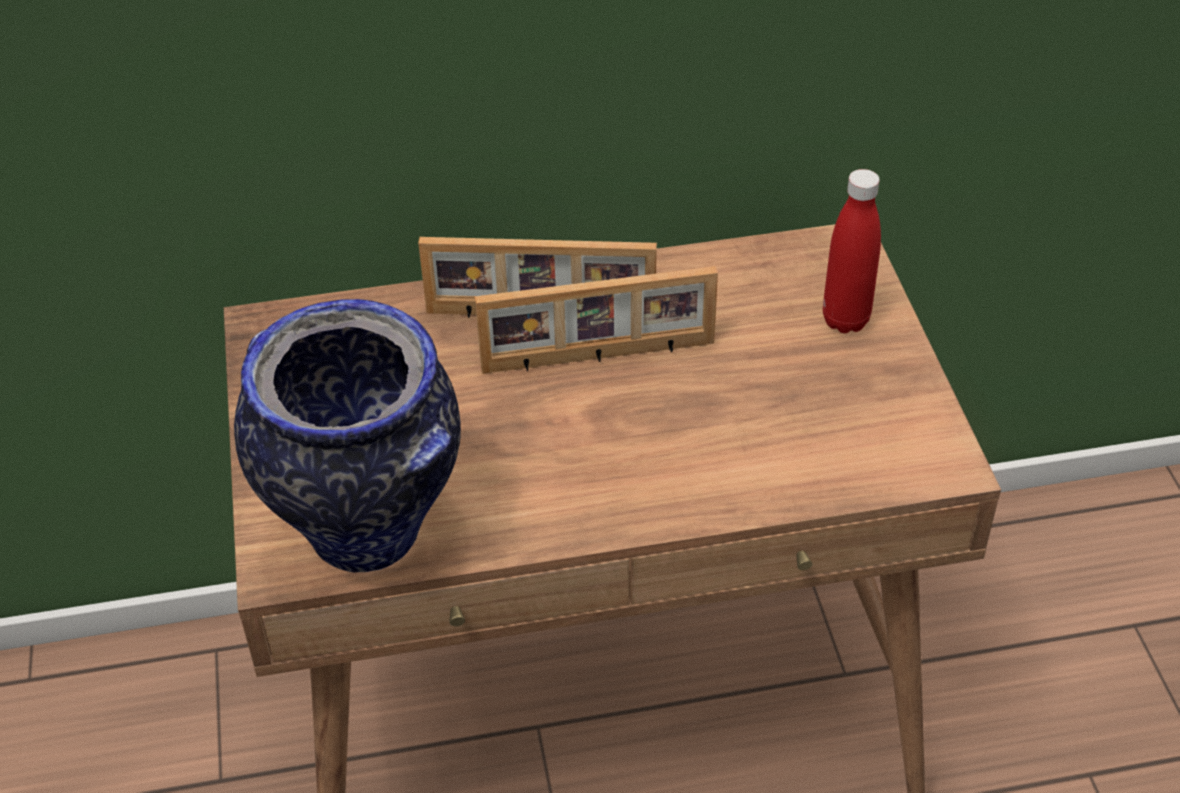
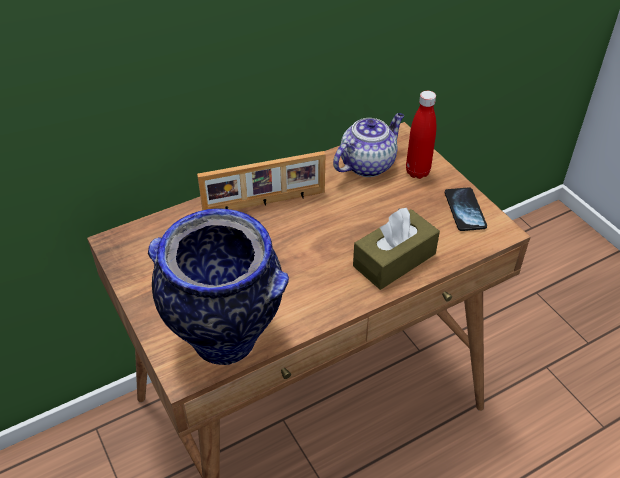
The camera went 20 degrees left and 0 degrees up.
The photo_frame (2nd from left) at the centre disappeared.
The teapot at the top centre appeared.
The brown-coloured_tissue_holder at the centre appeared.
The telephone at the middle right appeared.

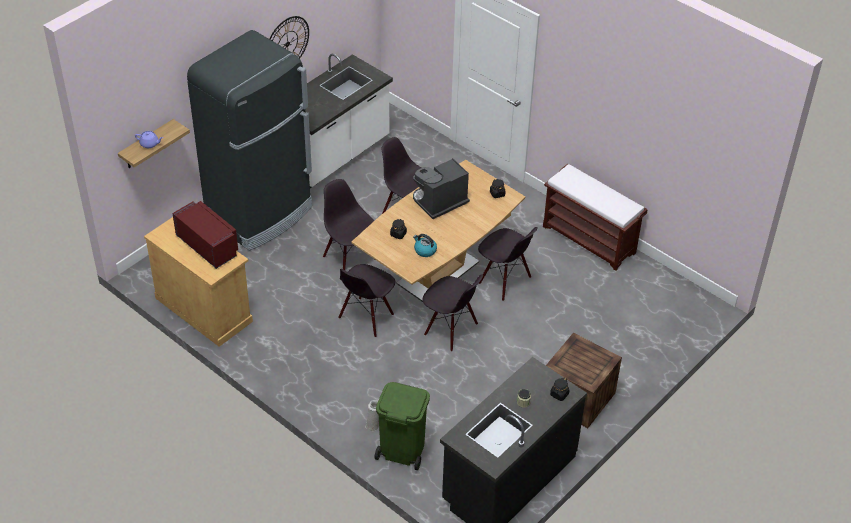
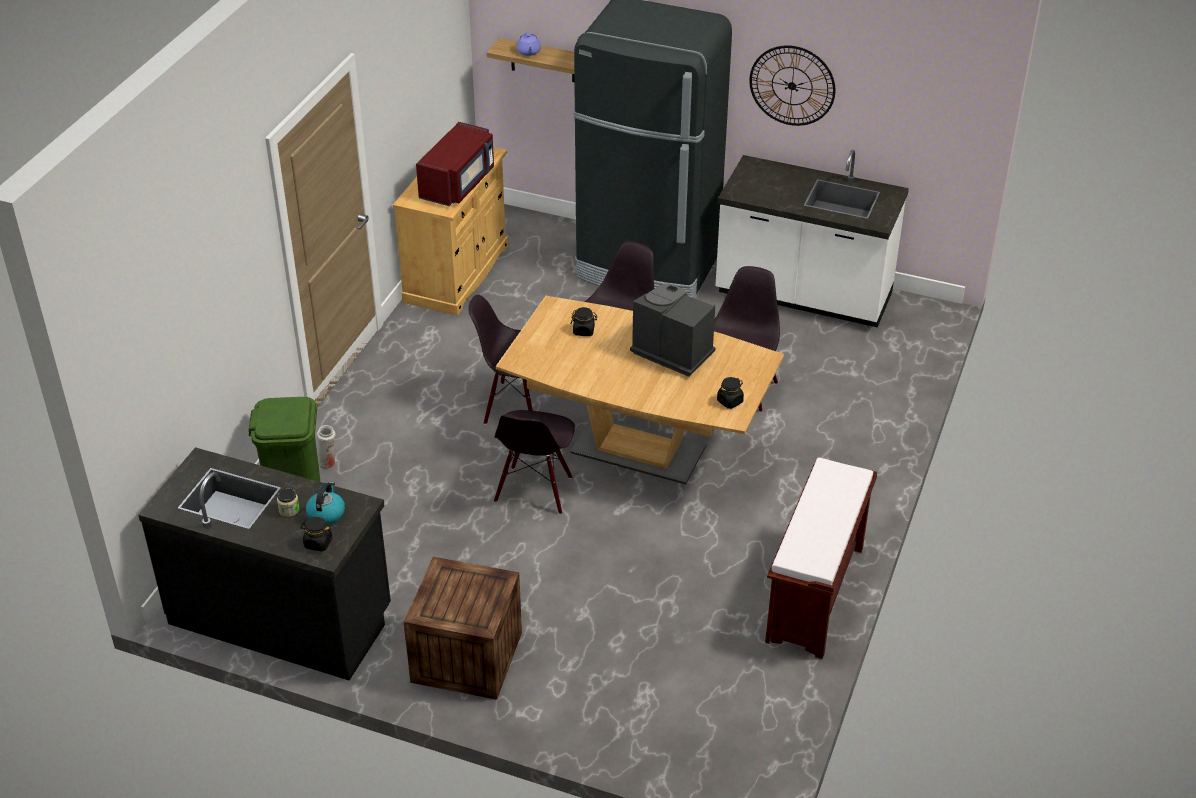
The camera went 70 degrees right and 5 degrees down.
The kettle moved from the centre to the middle left.
The blackish_chair (5th from left) at the centre disappeared.

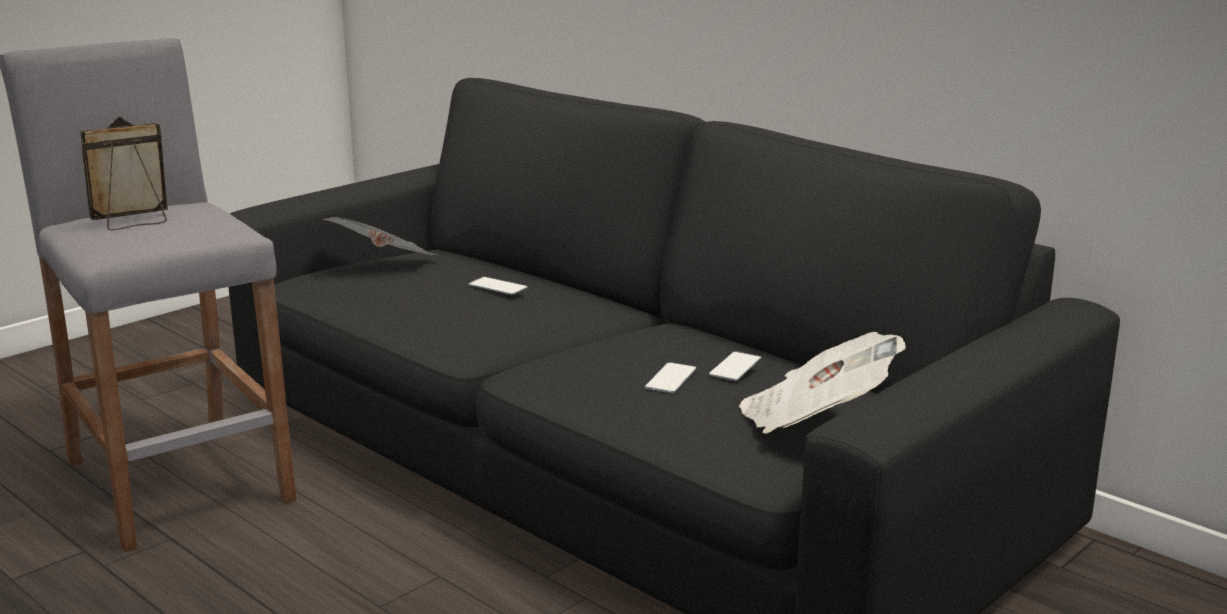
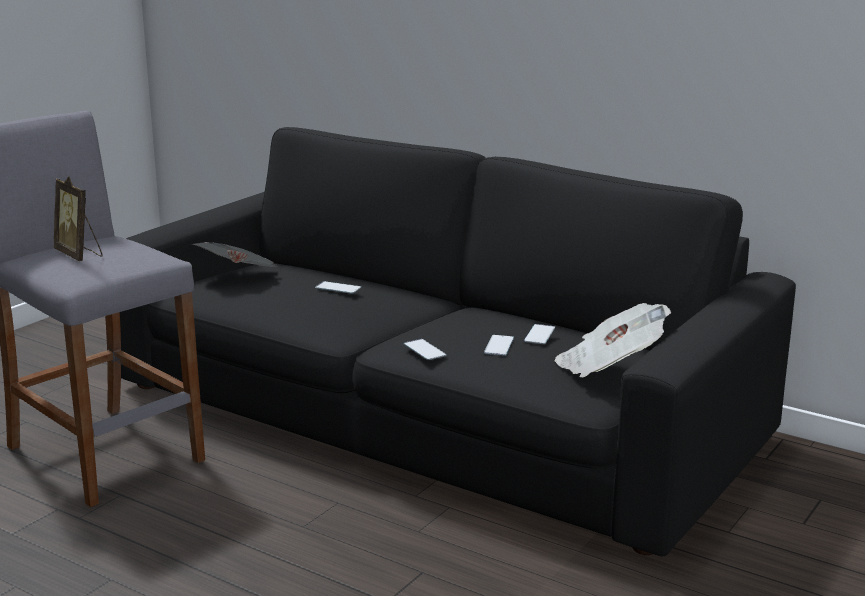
The camera went 10 degrees left and 0 degrees up.
The photo_frame at the top left turned 90 degrees counterclockwise.
The telephone (2nd from left) at the centre appeared.

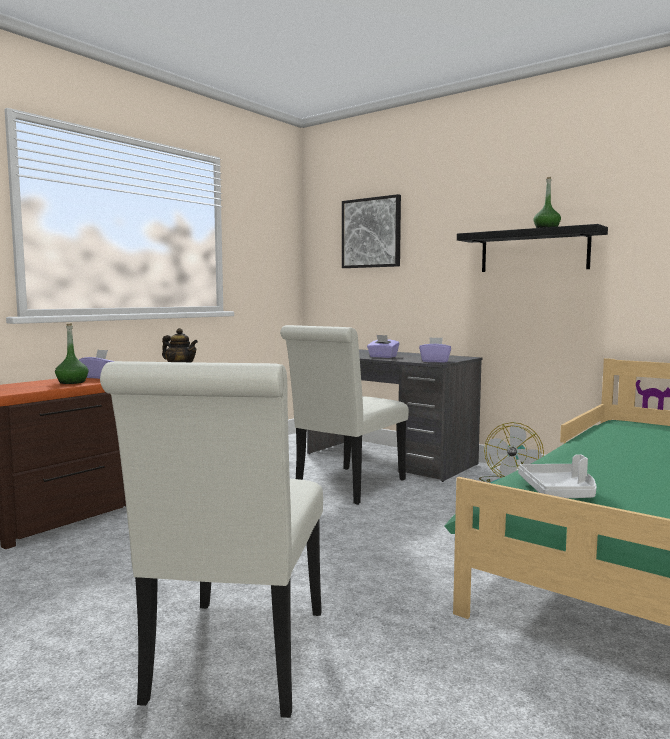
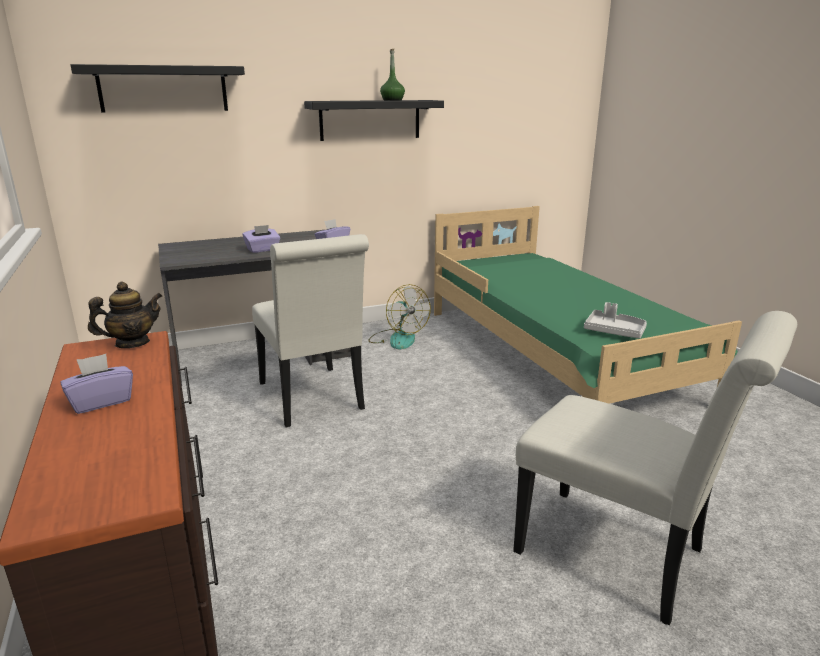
The camera went 60 degrees left and 15 degrees up.
The green-coloured_beverage_bottle (1st from left) at the middle left disappeared.
The wall_art at the top centre was replaced by the blackish_bracket_shelf (1st from left) at the top left.

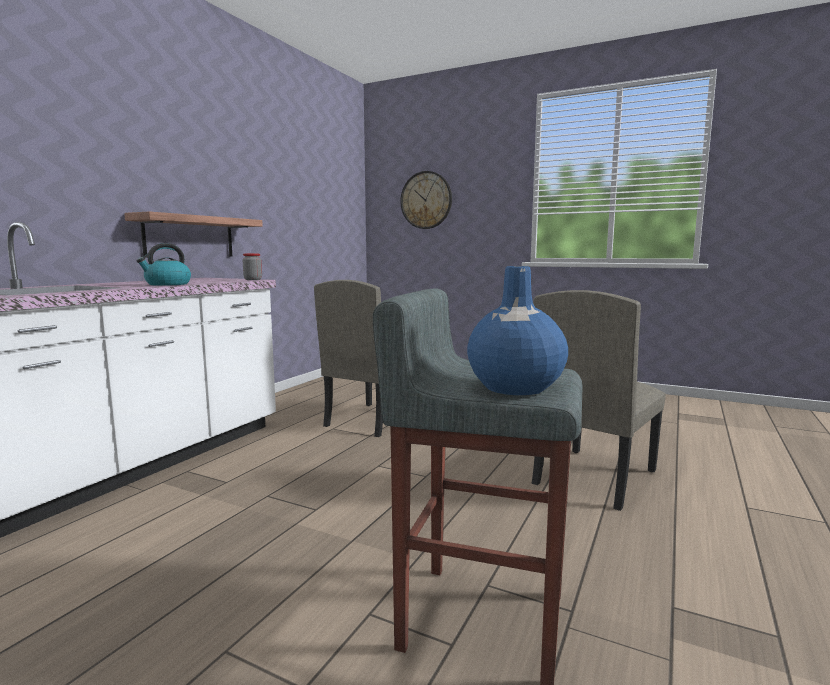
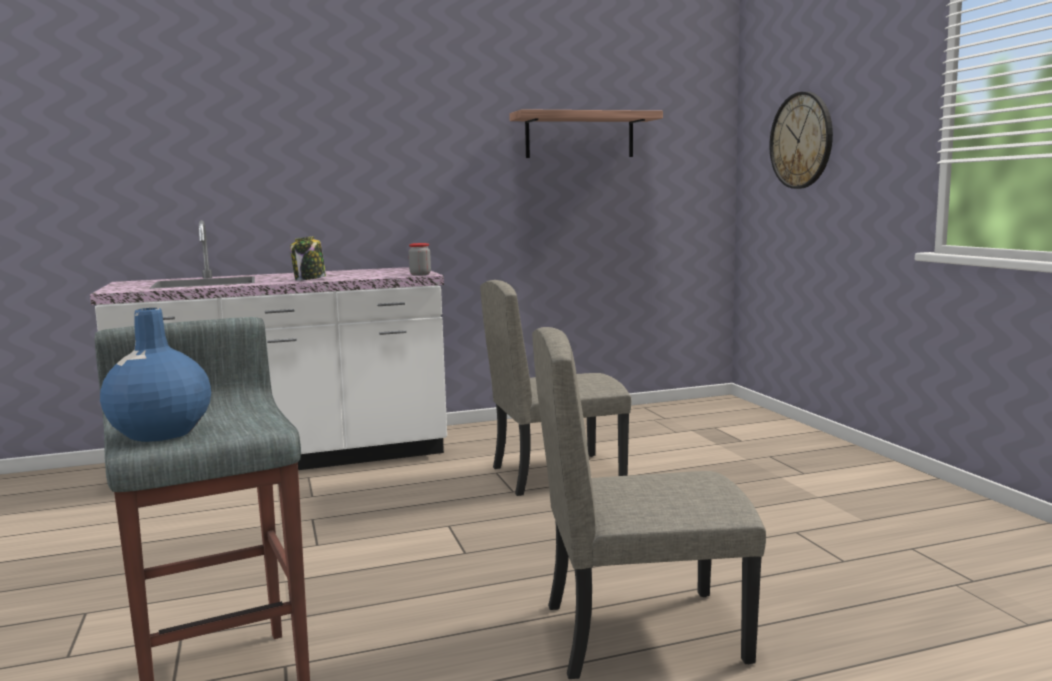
The camera went 45 degrees right and 0 degrees up.
The bracket_shelf moved from the middle left to the top centre.
The kettle at the middle left was replaced by the jar (1st from left) at the middle left.

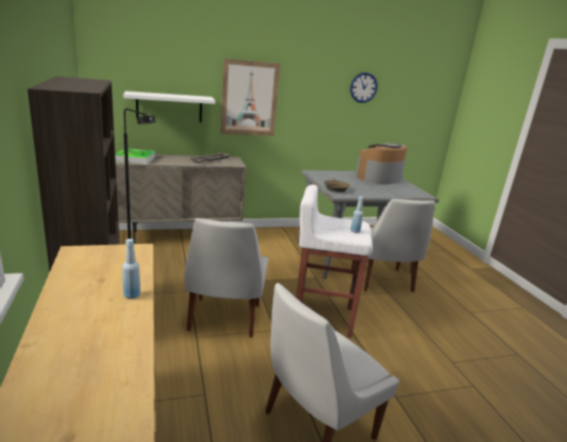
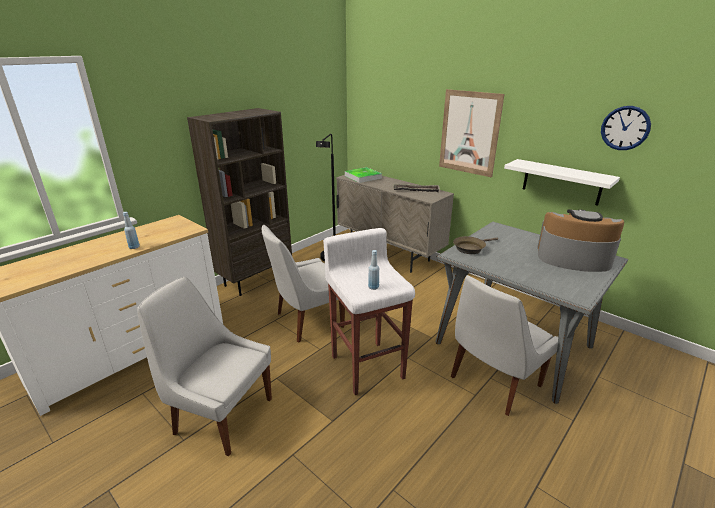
The camera went 60 degrees right and 5 degrees up.
The white_bracket_shelf moved from the top left to the middle right.

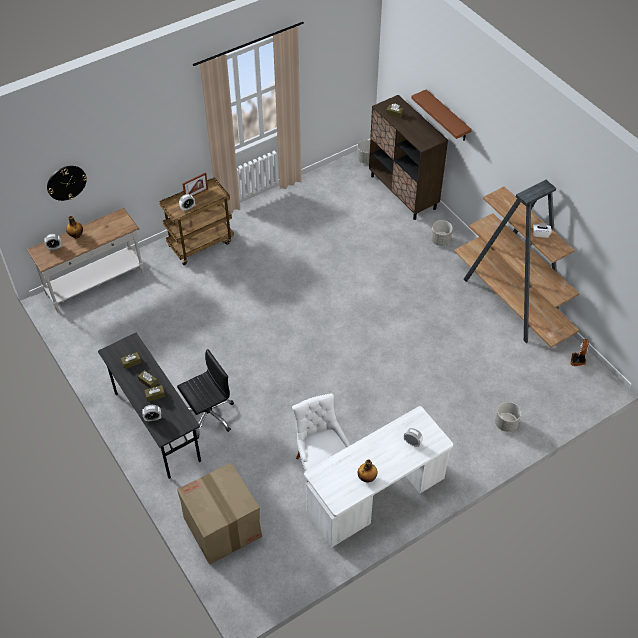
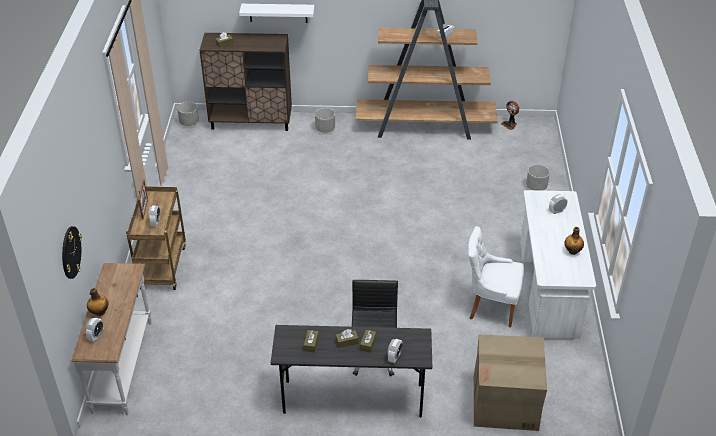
The camera went 55 degrees left and 10 degrees down.
The brown-coloured_bracket_shelf at the top right became the white_bracket_shelf at the top centre.

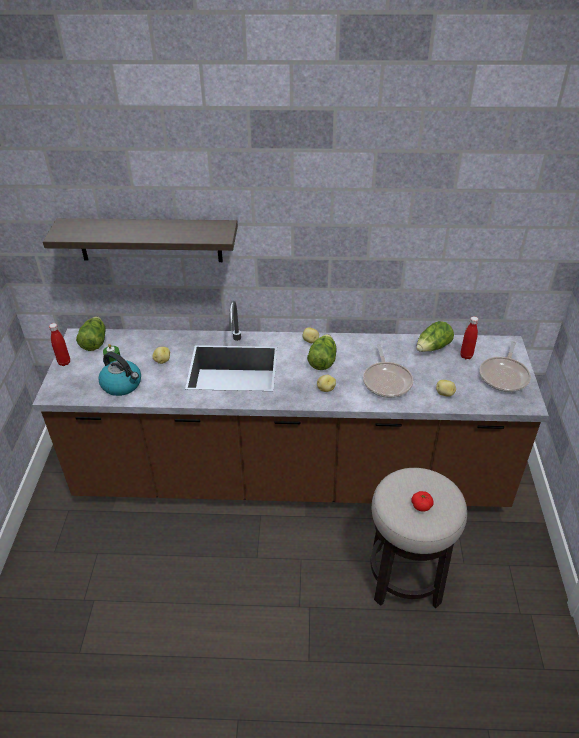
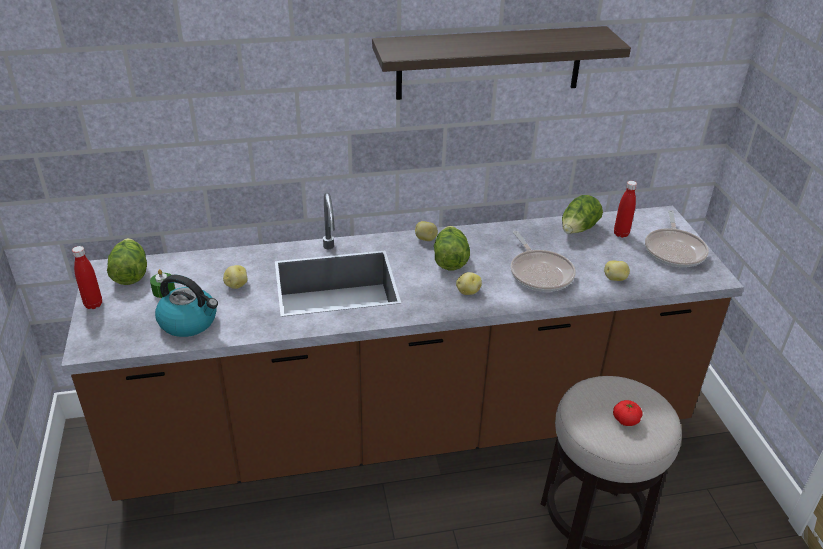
The camera went 15 degrees left and 5 degrees down.
The bracket_shelf moved from the top left to the top centre.

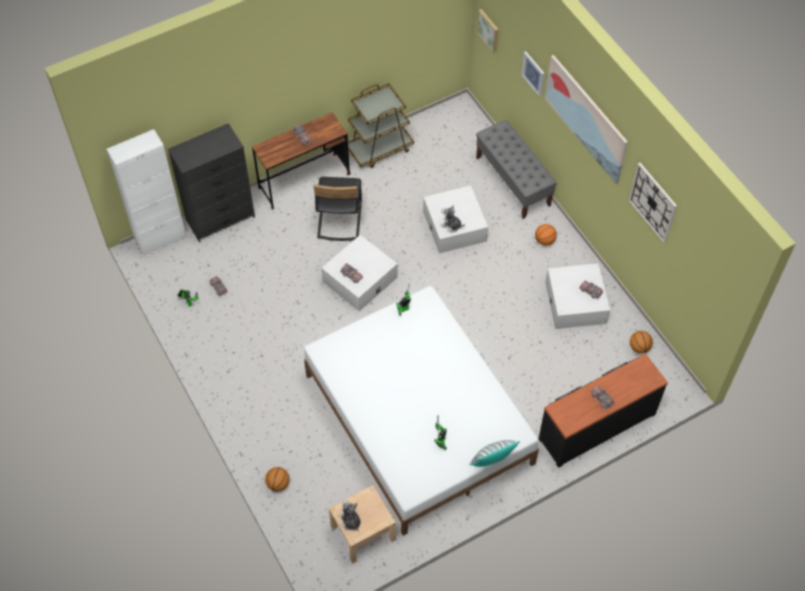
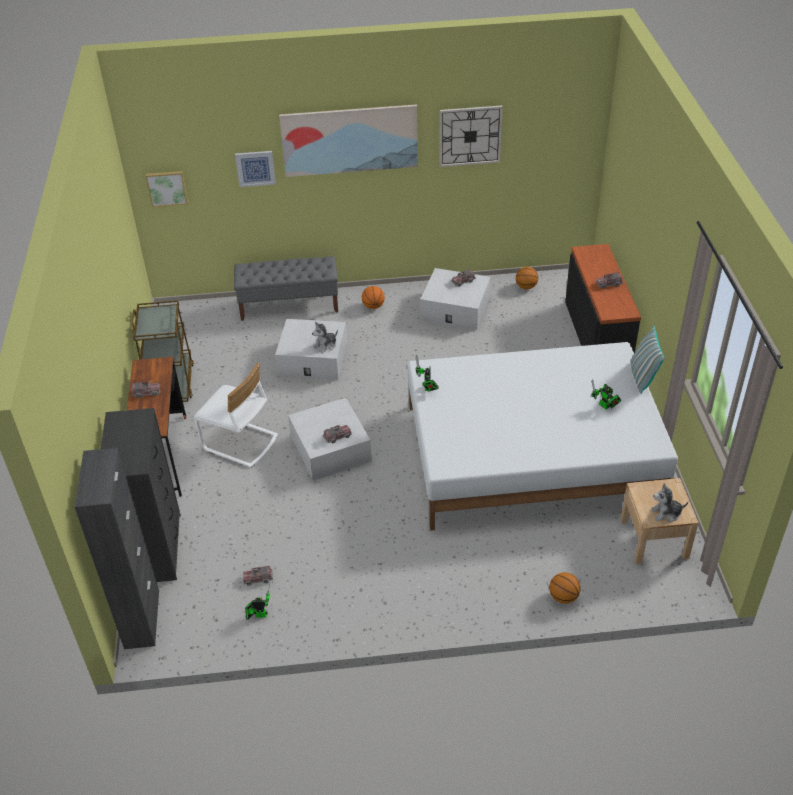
The camera went 65 degrees left and 15 degrees down.
The white_storage_cabinet at the top left became the blackish_storage_cabinet at the bottom left.
The blackish_chair at the centre became the white_chair at the middle left.

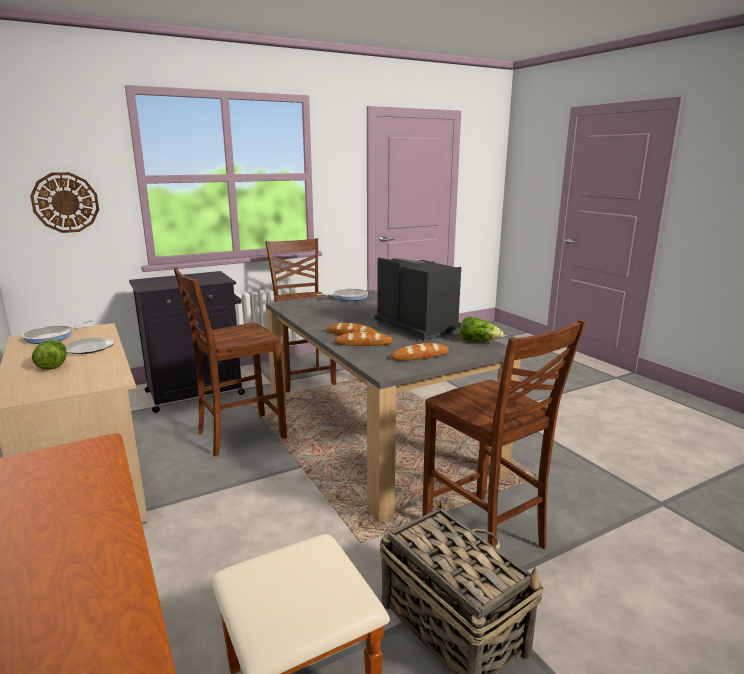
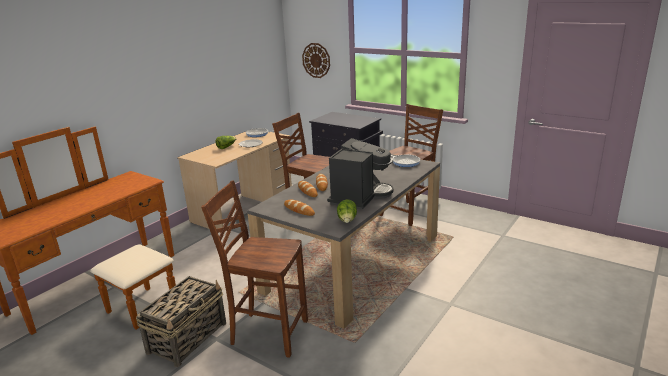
The camera went 65 degrees right and 5 degrees up.
The brown-coloured_chair (3rd from left in the first image) at the middle right turned 75 degrees clockwise.

